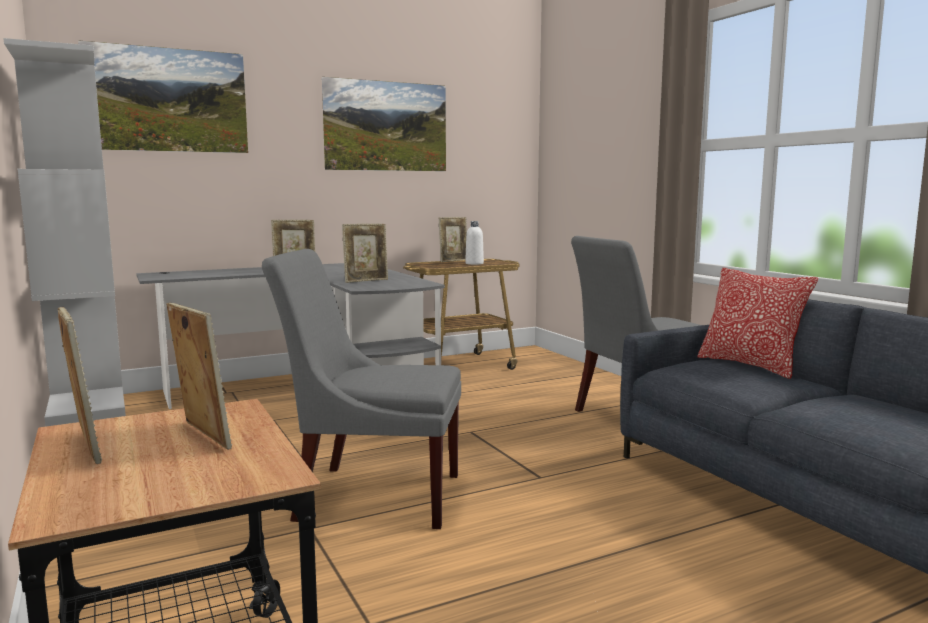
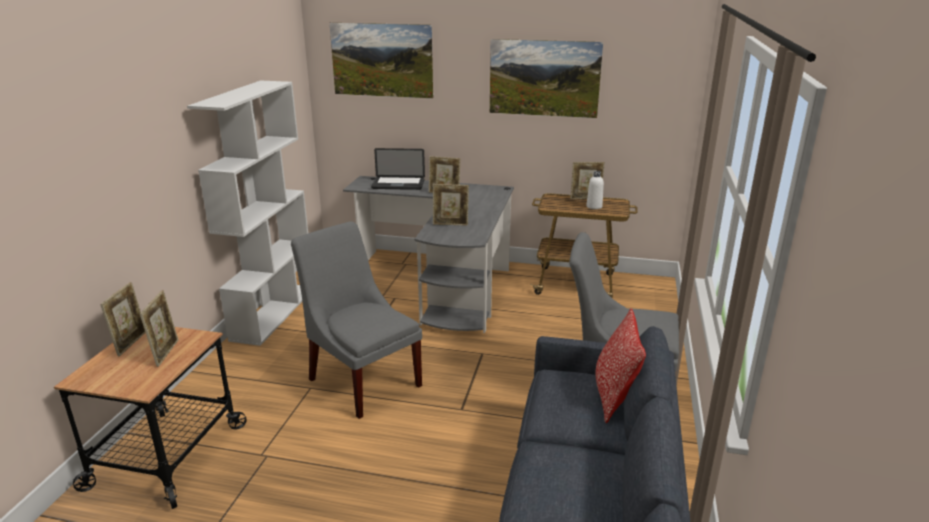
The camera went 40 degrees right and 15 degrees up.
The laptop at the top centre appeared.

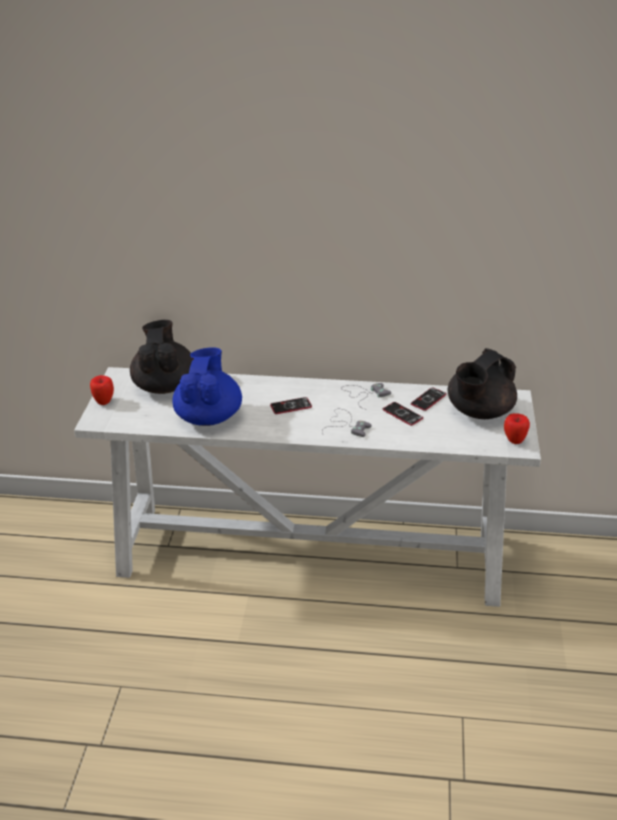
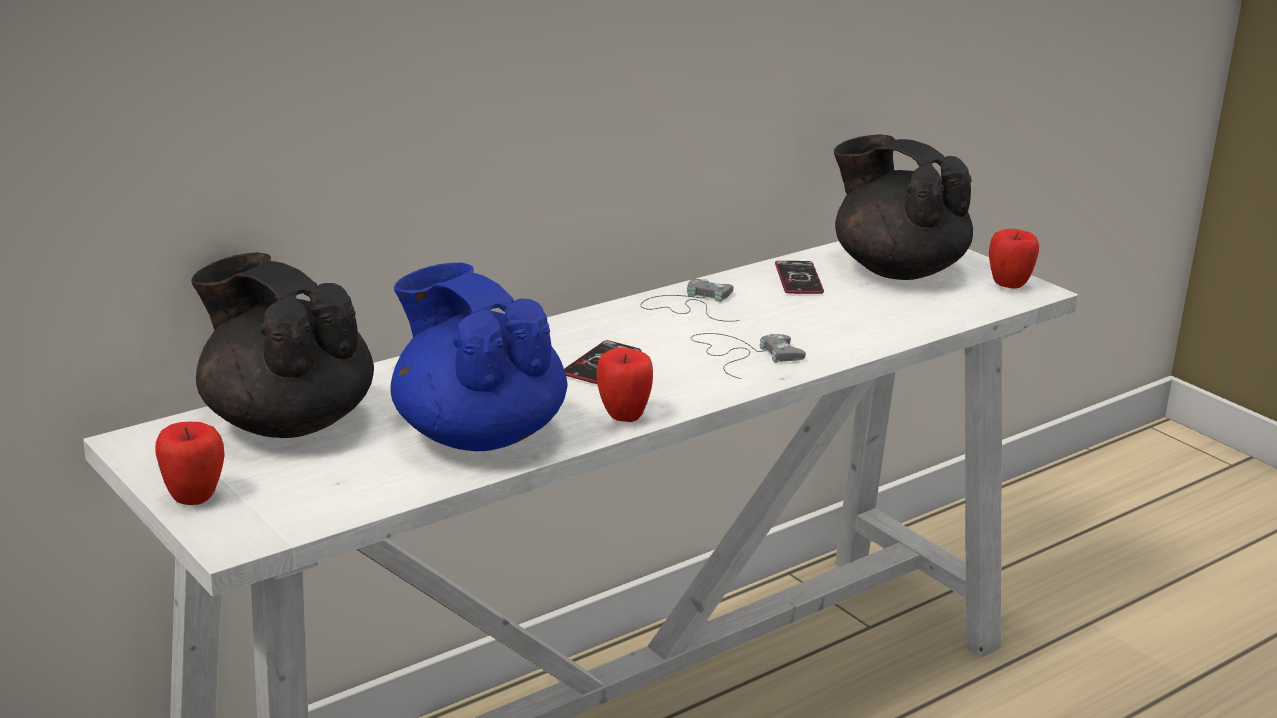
The camera went 45 degrees left and 10 degrees down.
The telephone (2nd from left) at the centre disappeared.
The blackish_teapot (2nd from left) at the middle right turned 135 degrees clockwise.
The apple (2nd from left) at the centre appeared.

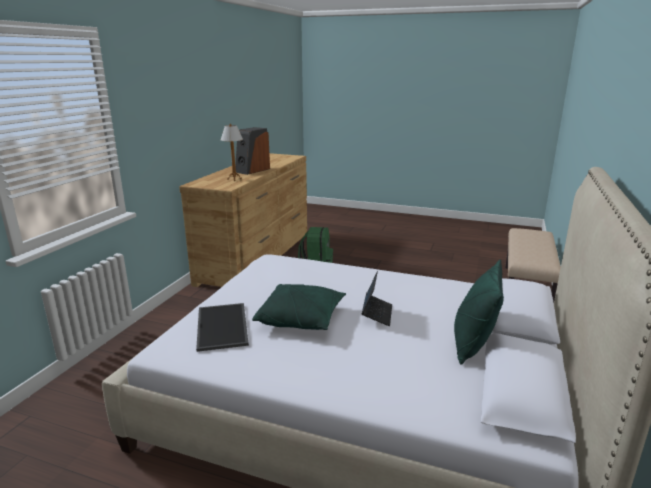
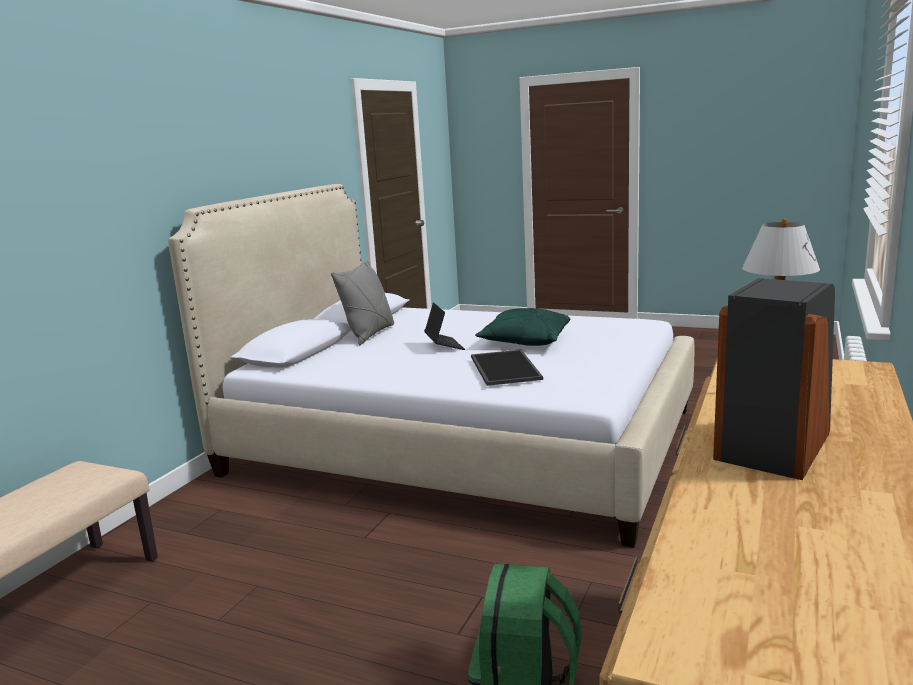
The camera went 175 degrees left and 5 degrees down.
The carrying_tray moved from the bottom centre to the centre.
The laptop at the centre turned 150 degrees clockwise.
The green-coloured_cushion (2nd from left) at the middle right became the gray_cushion at the centre.

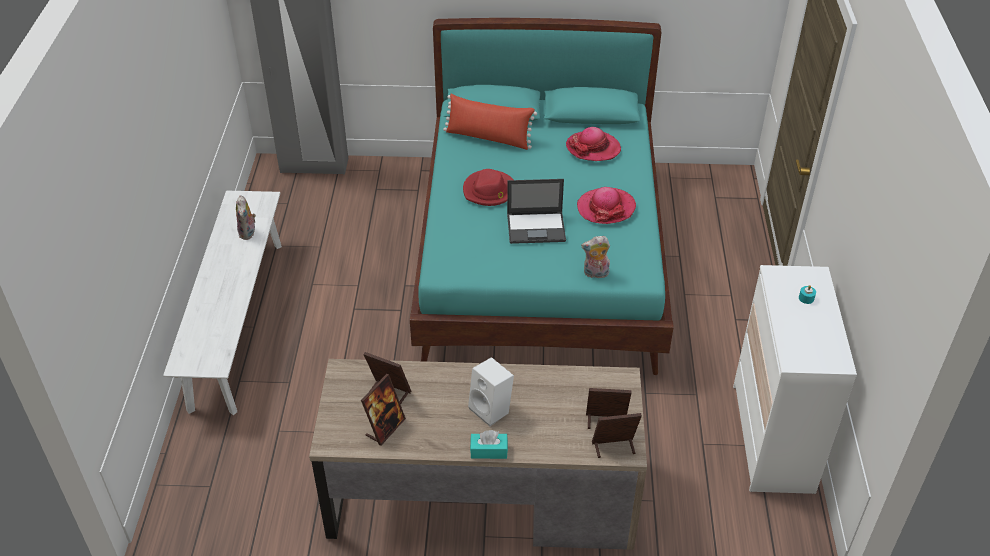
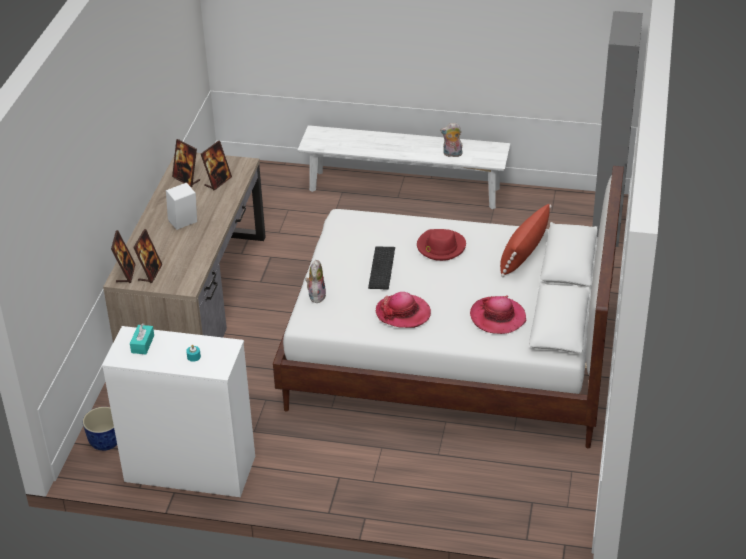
The camera went 100 degrees right and 5 degrees down.
The blue-green_sleeping_bed at the centre became the white_sleeping_bed at the centre.
The blue-green_tissue_holder moved from the bottom centre to the middle left.
The laptop at the centre was replaced by the keyboard at the centre.
The planter at the bottom left appeared.

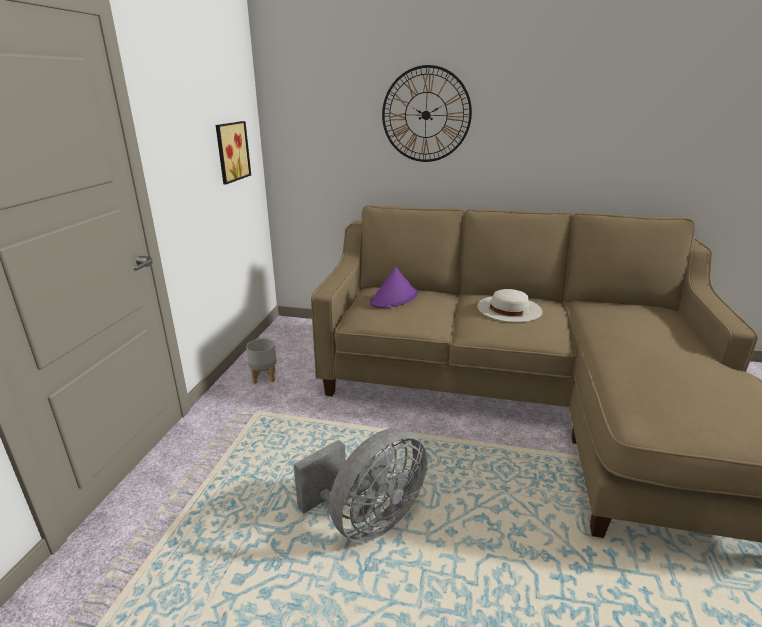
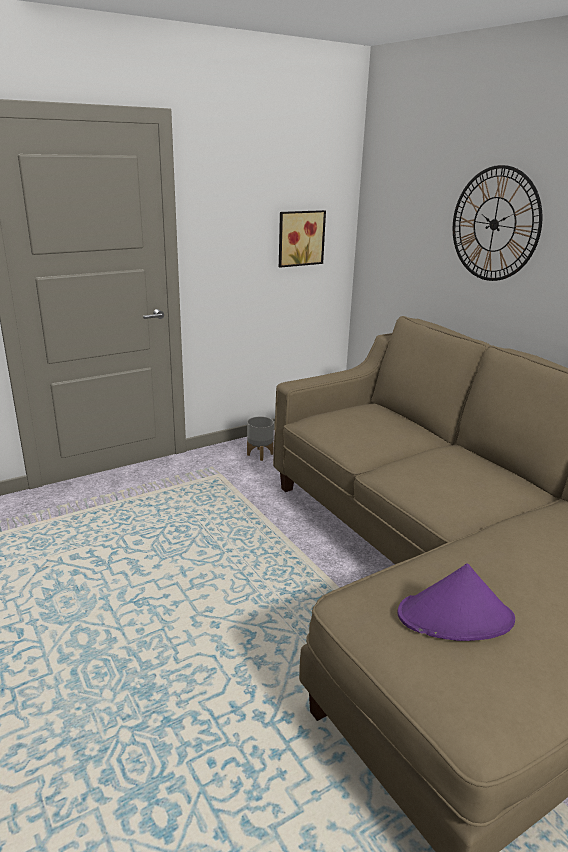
The camera went 45 degrees right and 0 degrees up.
The gray_electric_fan at the bottom centre disappeared.
The purple-coloured_wearable_hat moved from the centre to the bottom right.
The white_wearable_hat at the middle right disappeared.

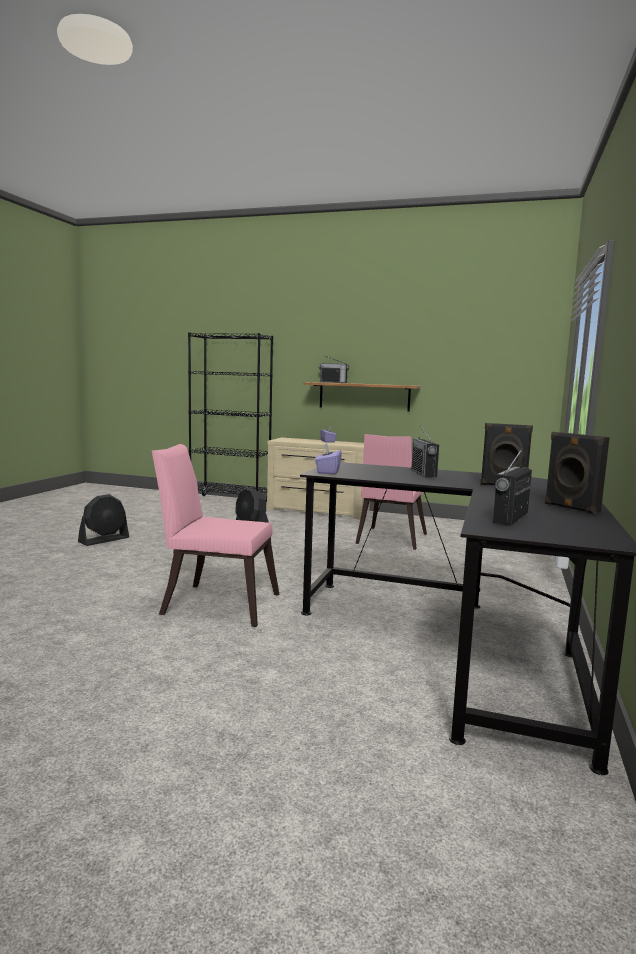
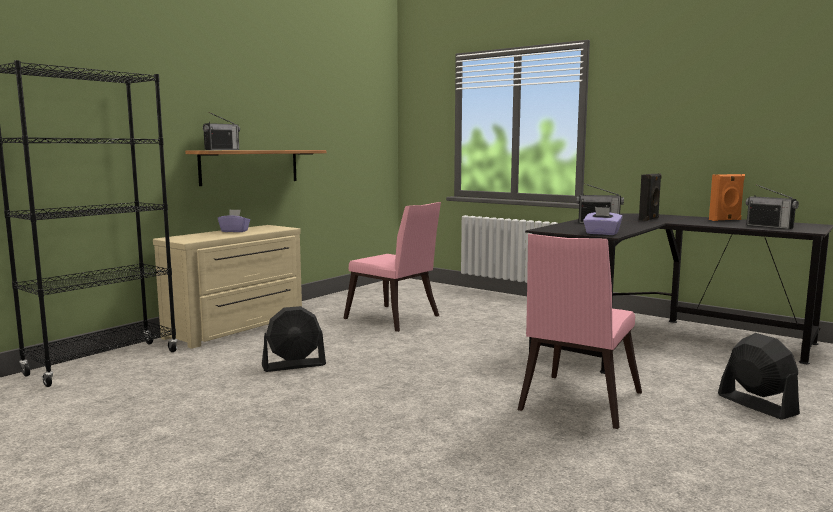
The camera went 70 degrees left and 0 degrees up.
The blackish_electric_fan (1st from left in the first image) moved from the middle left to the bottom right.
The blackish_speaker (2nd from left) at the middle right became the orangey_speaker at the middle right.

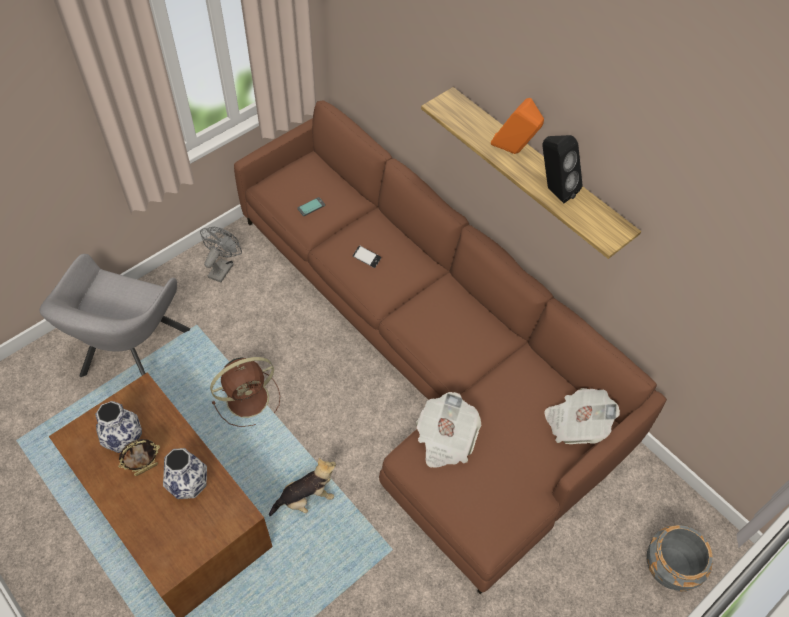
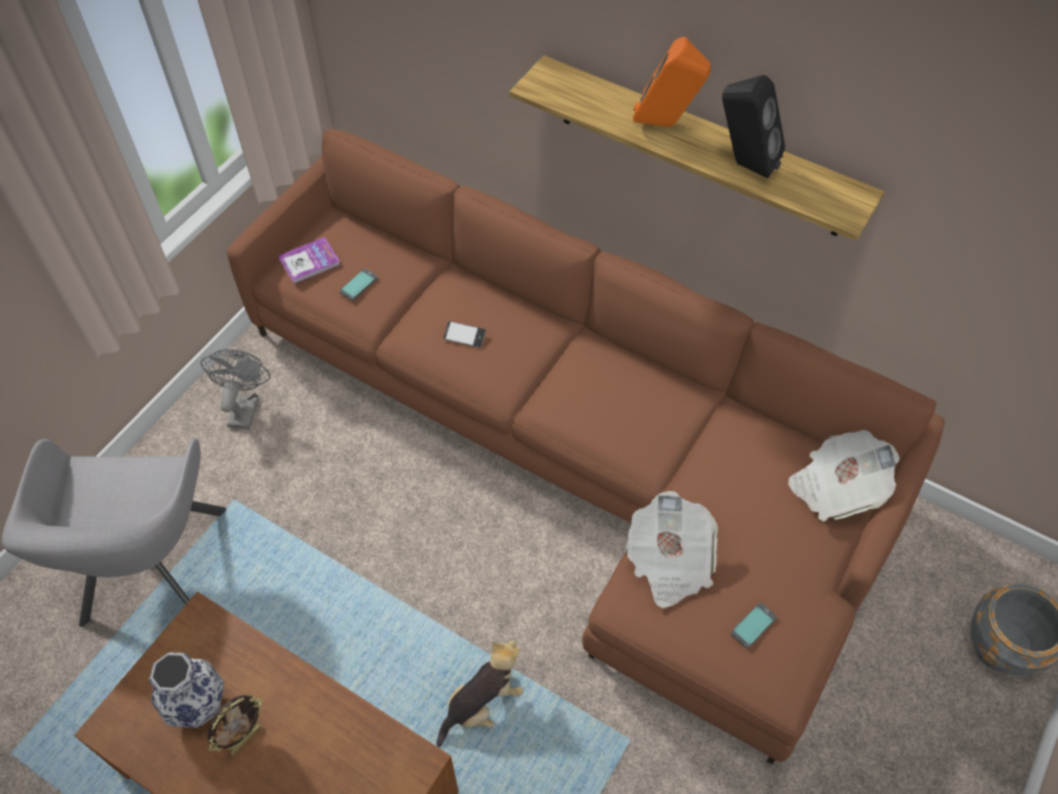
The camera went 15 degrees left and 0 degrees up.
The decorative_vase (2nd from left) at the bottom left disappeared.
The brown-coloured_electric_fan at the middle left disappeared.
The bound_book at the top left appeared.
The telephone (3rd from left) at the bottom right appeared.

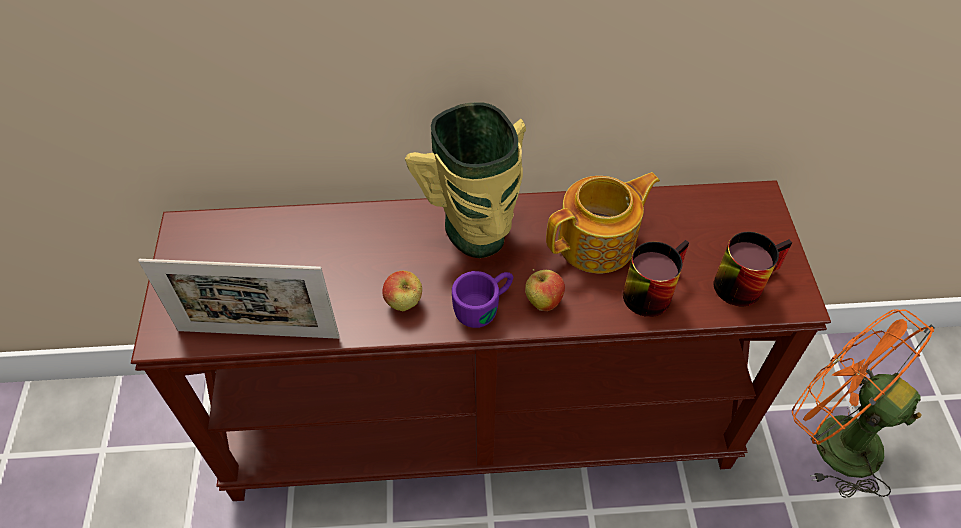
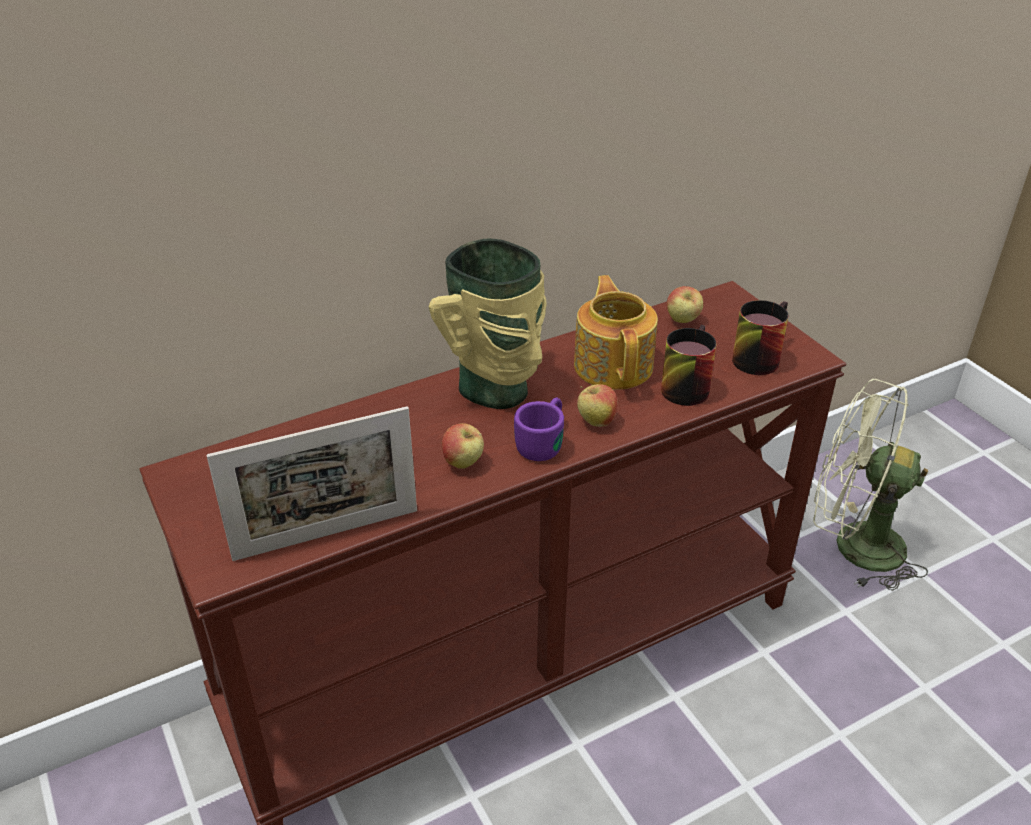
The camera went 25 degrees left and 15 degrees down.
The teapot at the centre turned 45 degrees counterclockwise.
The orangey_electric_fan at the bottom right became the green-coloured_electric_fan at the middle right.
The apple (3rd from left) at the centre appeared.

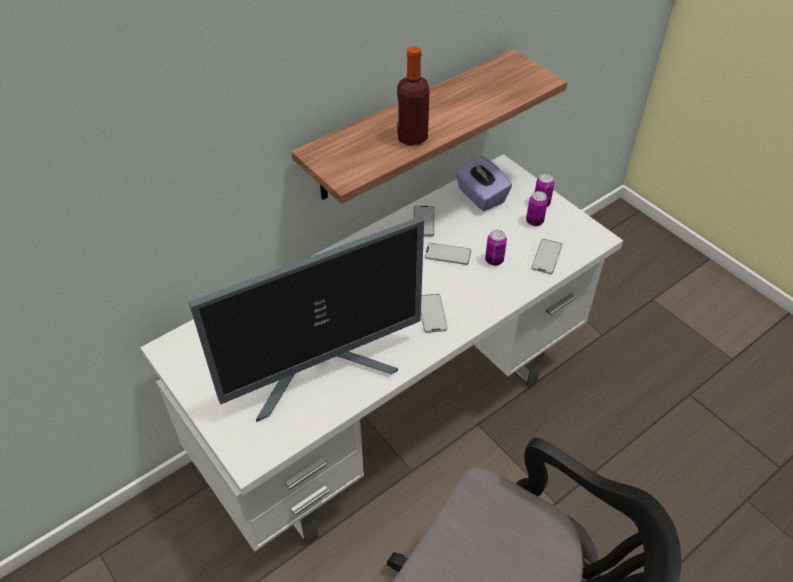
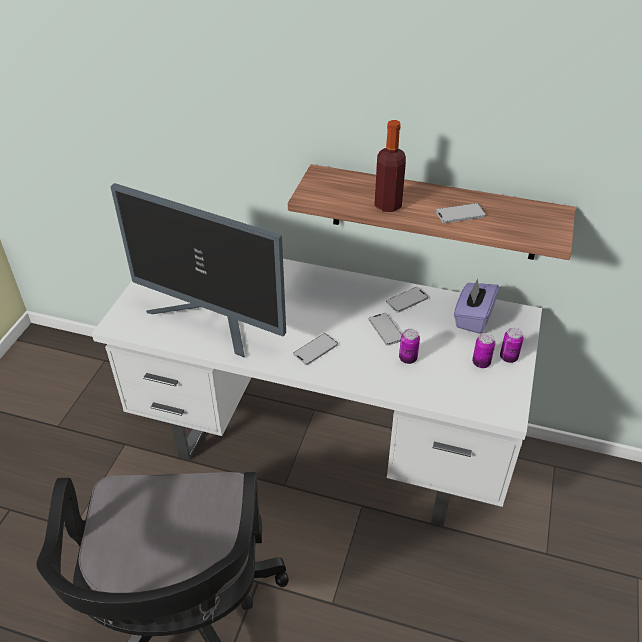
The camera went 55 degrees right and 5 degrees down.
The telephone (4th from left) moved from the middle right to the top right.

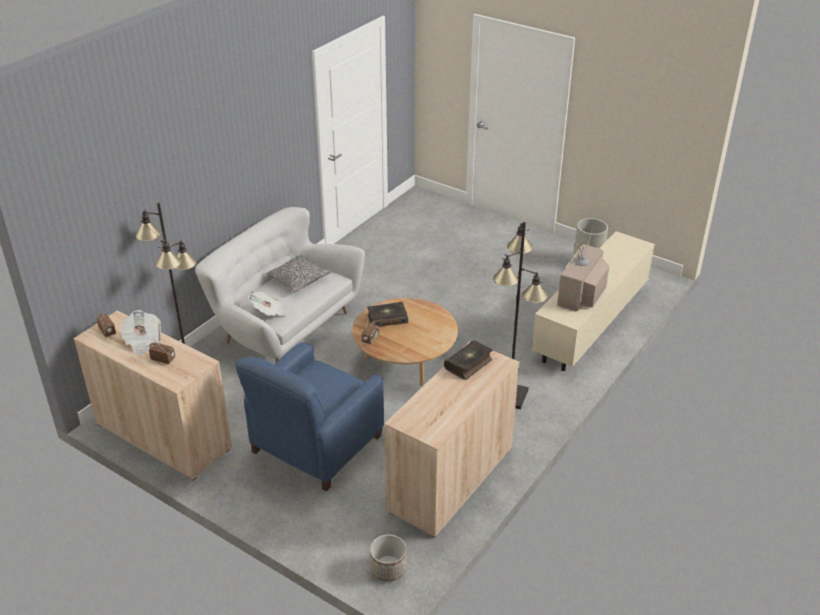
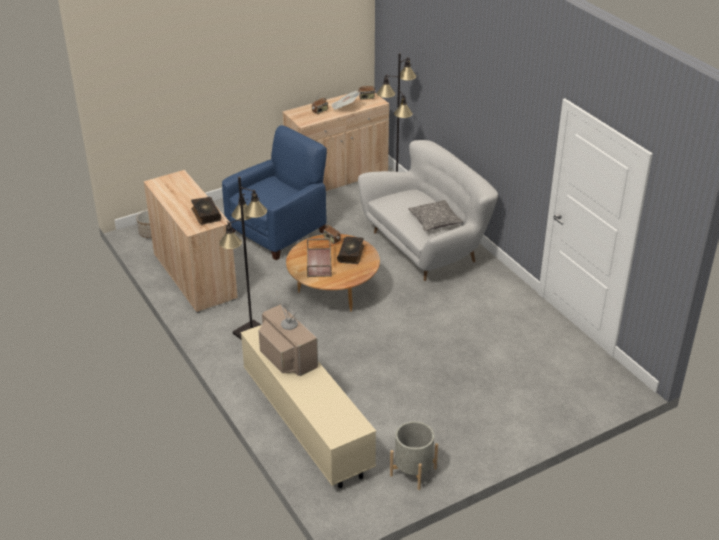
The camera went 115 degrees right and 0 degrees up.
The blue-coloured_armchair at the bottom centre turned 75 degrees clockwise.
The daily_paper (2nd from left) at the middle left disappeared.
The brown-coloured_carrying_tray at the centre appeared.

